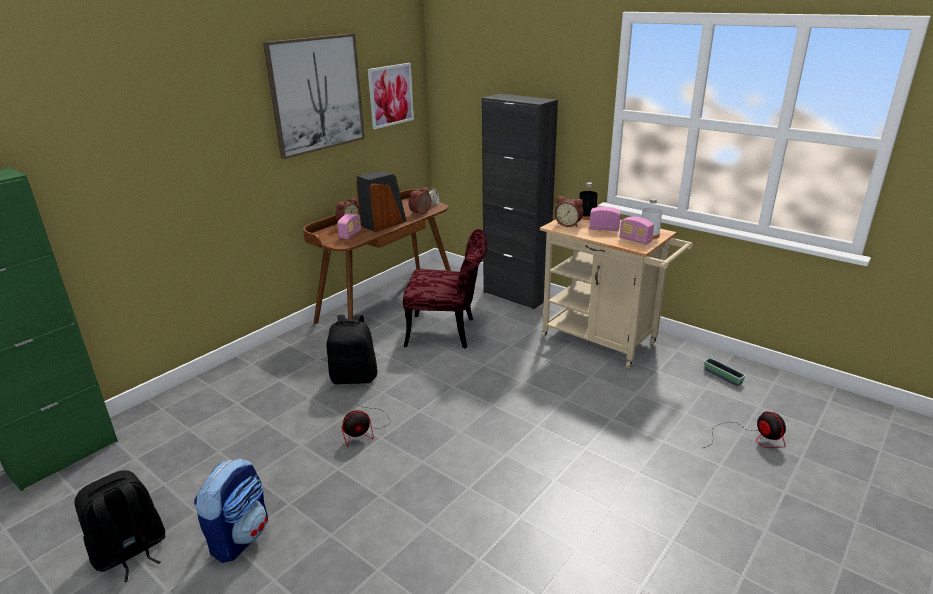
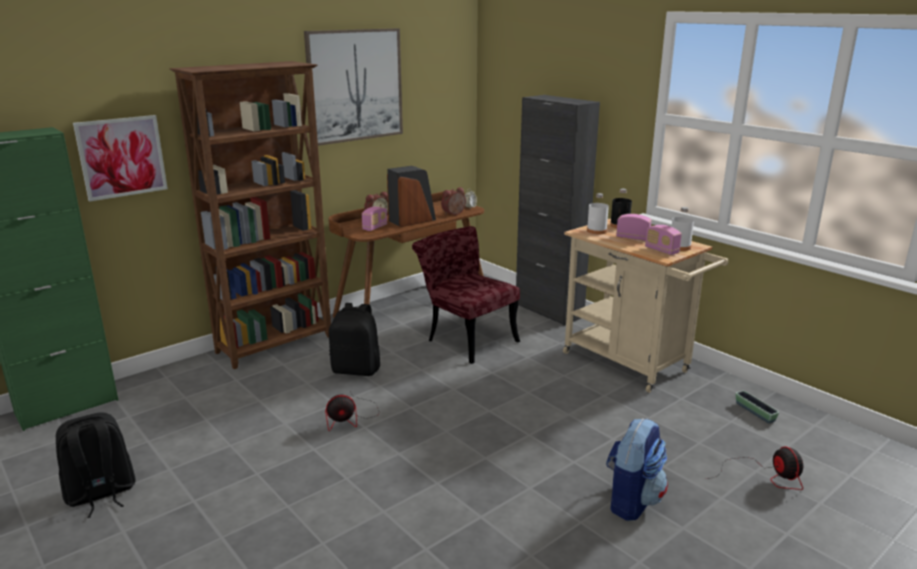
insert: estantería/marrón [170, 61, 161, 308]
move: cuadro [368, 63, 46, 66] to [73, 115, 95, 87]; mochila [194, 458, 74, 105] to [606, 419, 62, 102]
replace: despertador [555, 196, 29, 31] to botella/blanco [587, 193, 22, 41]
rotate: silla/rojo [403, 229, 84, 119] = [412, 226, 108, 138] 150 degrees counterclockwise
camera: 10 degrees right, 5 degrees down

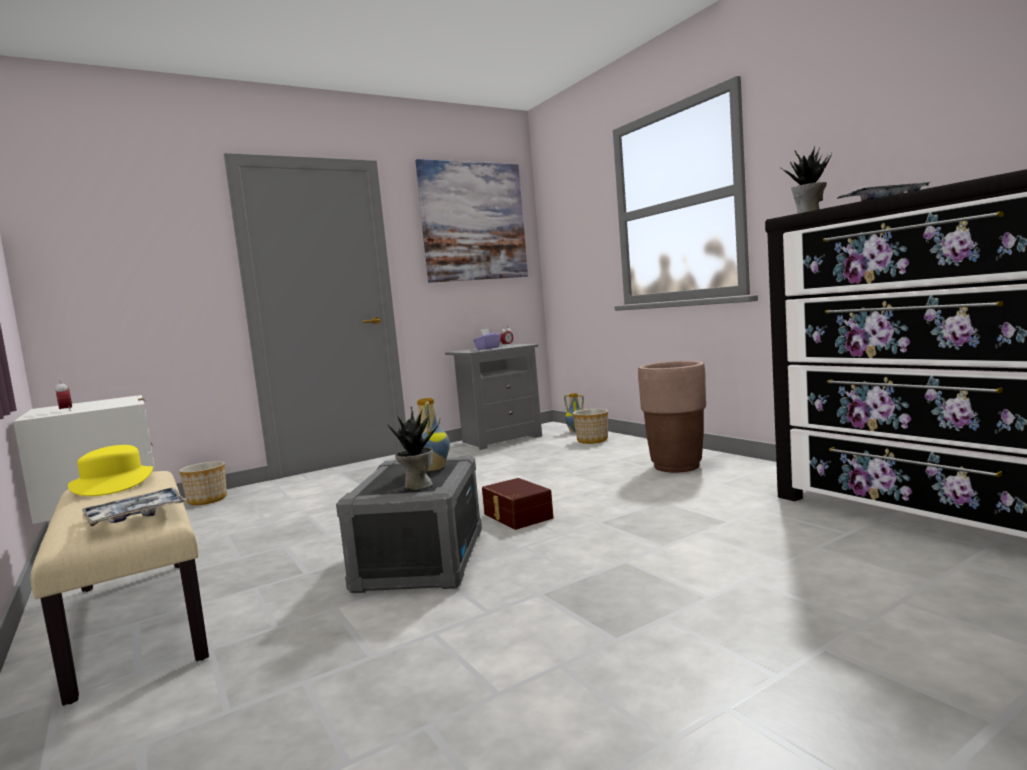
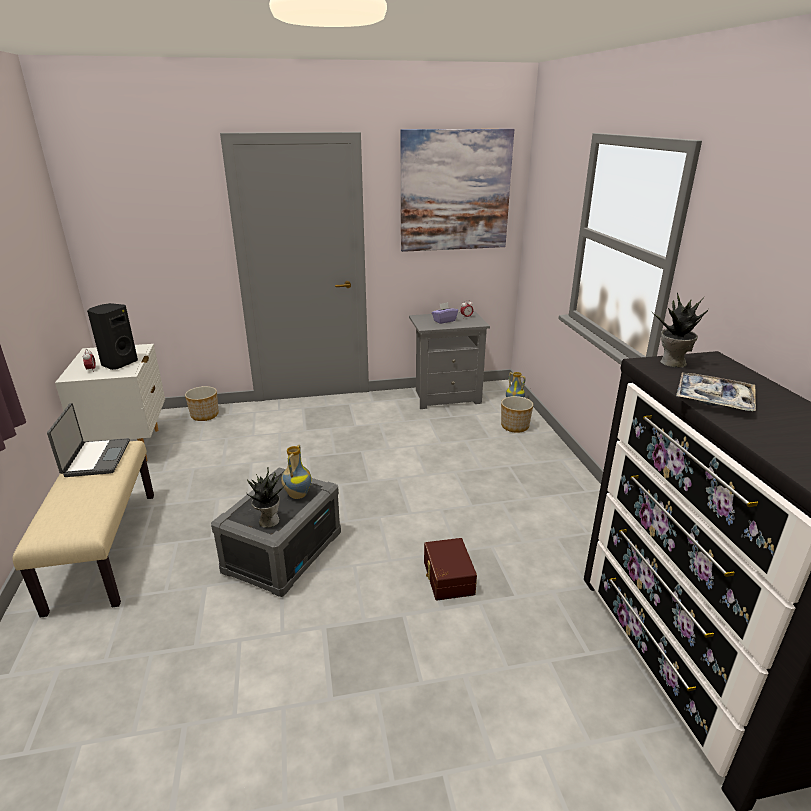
delete: bandeja [82, 488, 104, 38]; maceta/marrón [638, 361, 68, 112]
insert: altavoz/negro [87, 303, 51, 67]
move: caja de almacenaje/marrón [482, 478, 72, 52] to [424, 538, 53, 62]
replace: sombrero/amarillo [68, 445, 85, 51] to portátil [47, 403, 83, 74]
camera: 20 degrees right, 20 degrees up

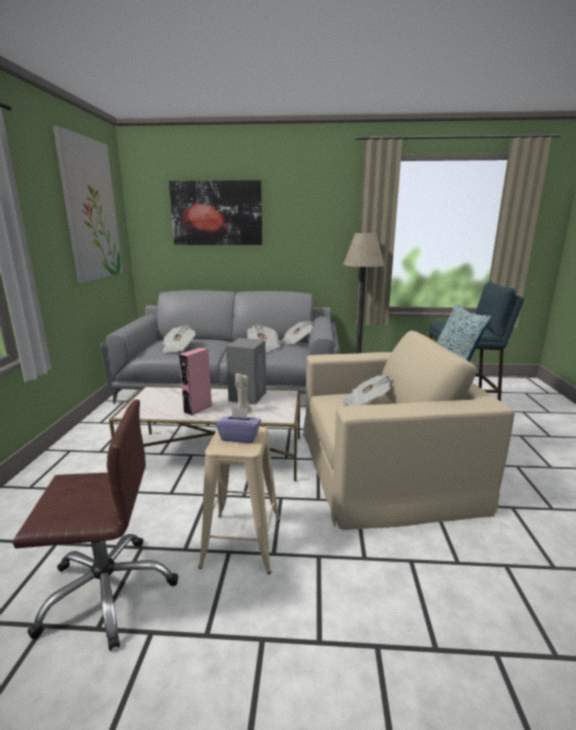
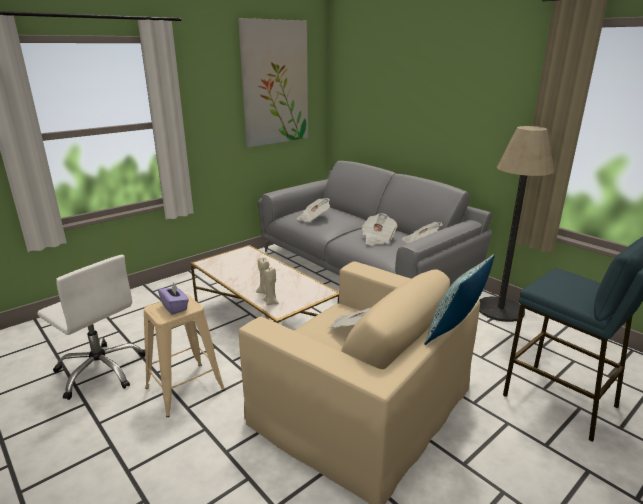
delete: cuadro [169, 180, 93, 65]; altavoz/rosa [179, 348, 33, 67]; altavoz/gris [226, 338, 40, 67]
insert: vela/beis [263, 267, 16, 39]
recolor: silla de oficina/marrón [13, 399, 165, 252] to silla de oficina/blanco [37, 255, 108, 145]
camera: 45 degrees right, 5 degrees up

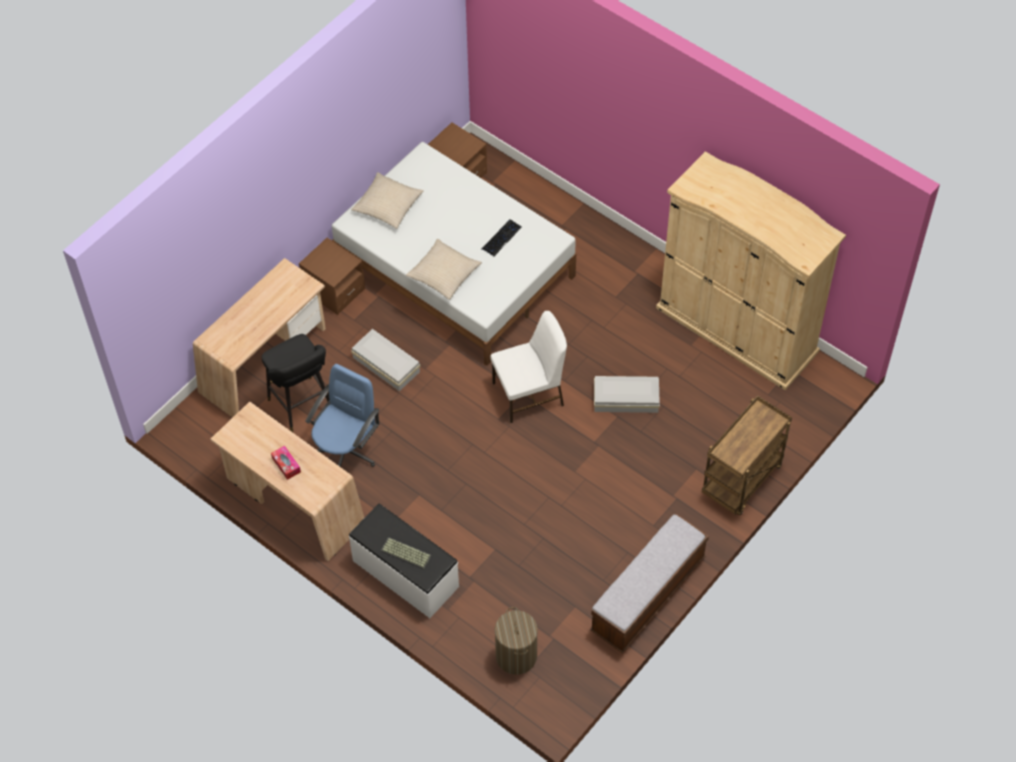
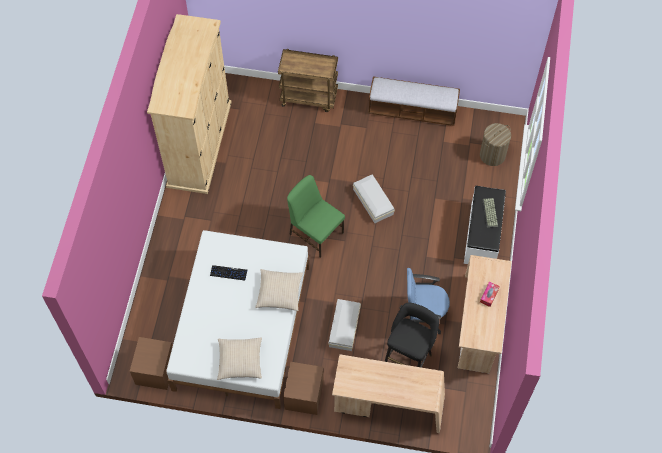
move: caja de almacenaje/blanco [594, 376, 66, 37] to [353, 174, 42, 49]
recolor: silla/blanco [490, 311, 77, 112] to silla/verde [287, 175, 58, 83]
camera: 120 degrees left, 5 degrees up

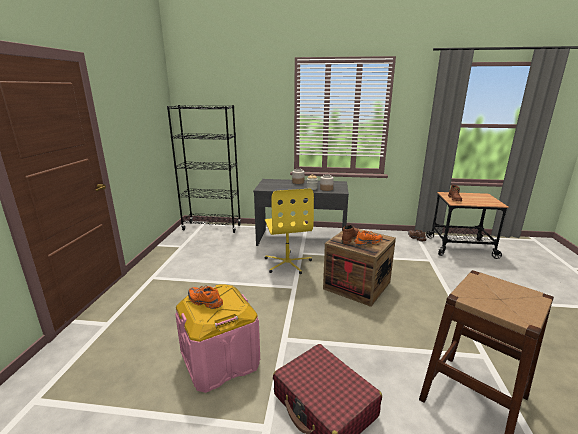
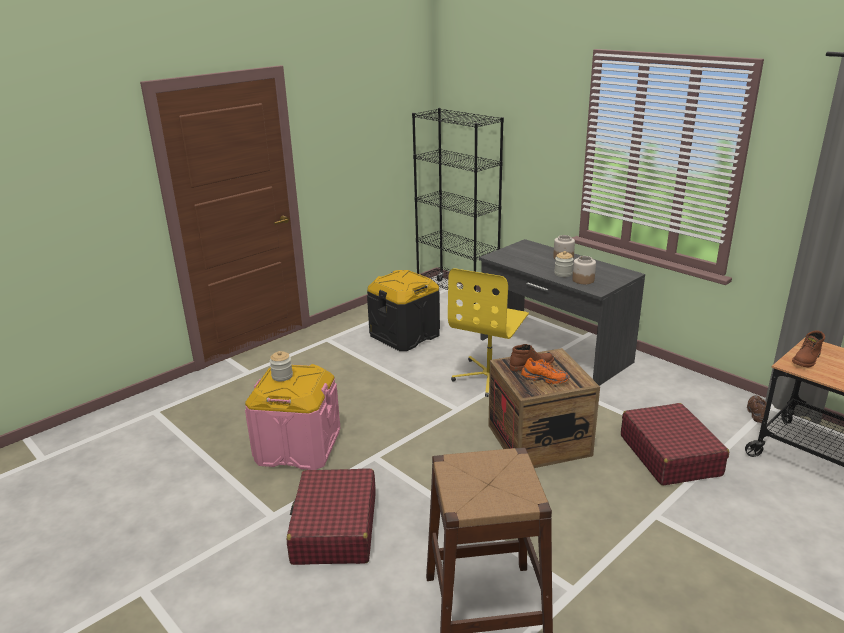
insert: caja de almacenaje/negro [367, 270, 73, 81]; maleta/rojo [621, 403, 108, 83]
replace: zapato/naranja [188, 285, 35, 24] to tarro [269, 351, 24, 30]
camera: 40 degrees right, 5 degrees up

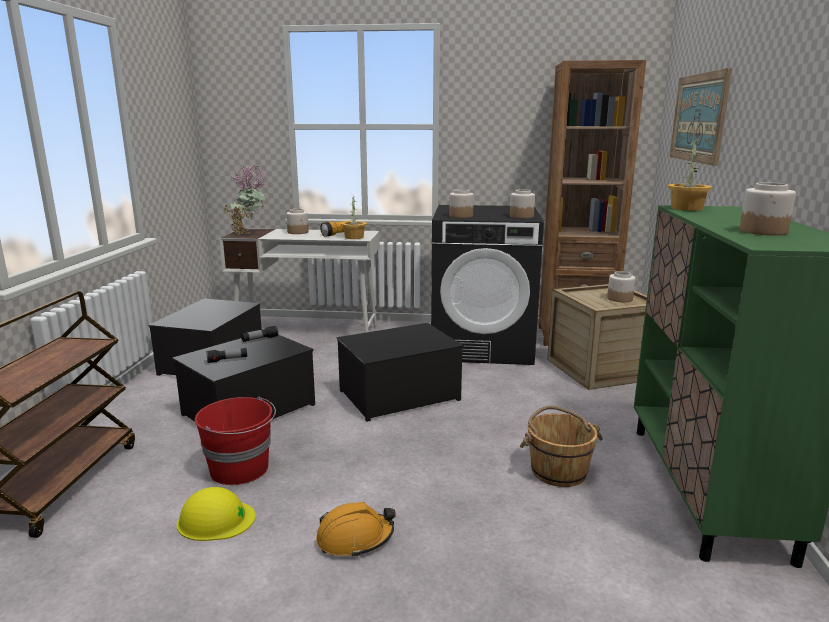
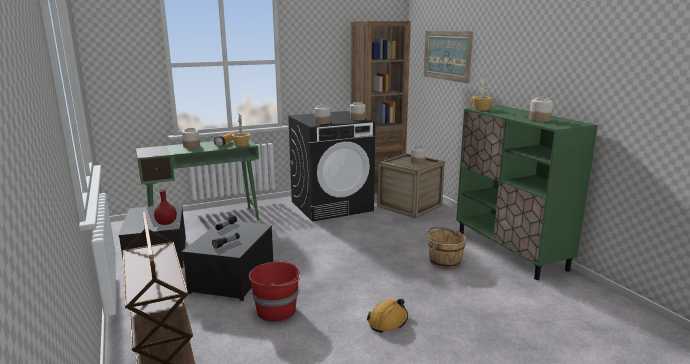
delete: casco/amarillo [177, 487, 79, 54]; planta en maceta [224, 164, 43, 71]; caja de almacenaje [336, 323, 128, 99]
insert: botella/rojo [154, 188, 23, 37]
recolor: escritorio/blanco [219, 228, 161, 105] to escritorio/verde [136, 139, 123, 81]
camera: 30 degrees left, 0 degrees up

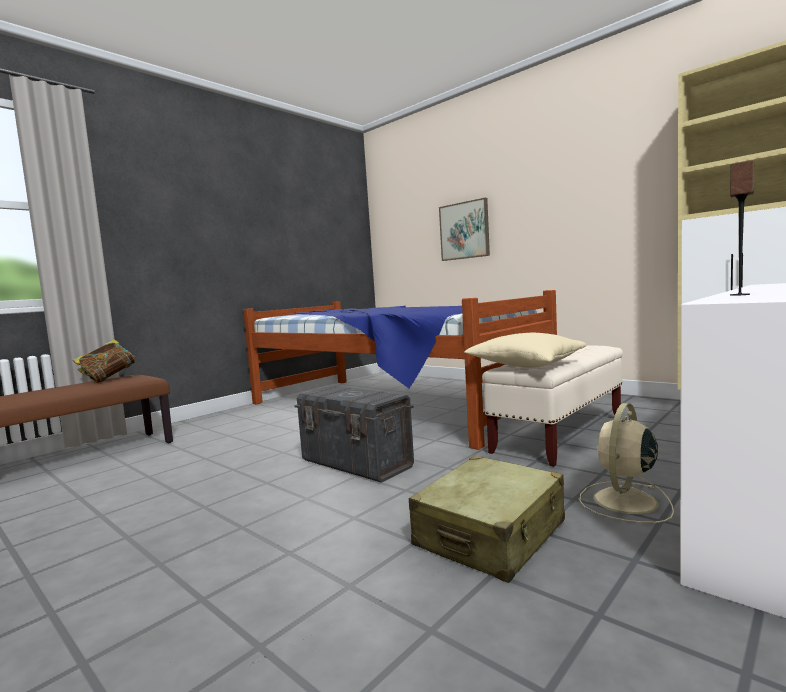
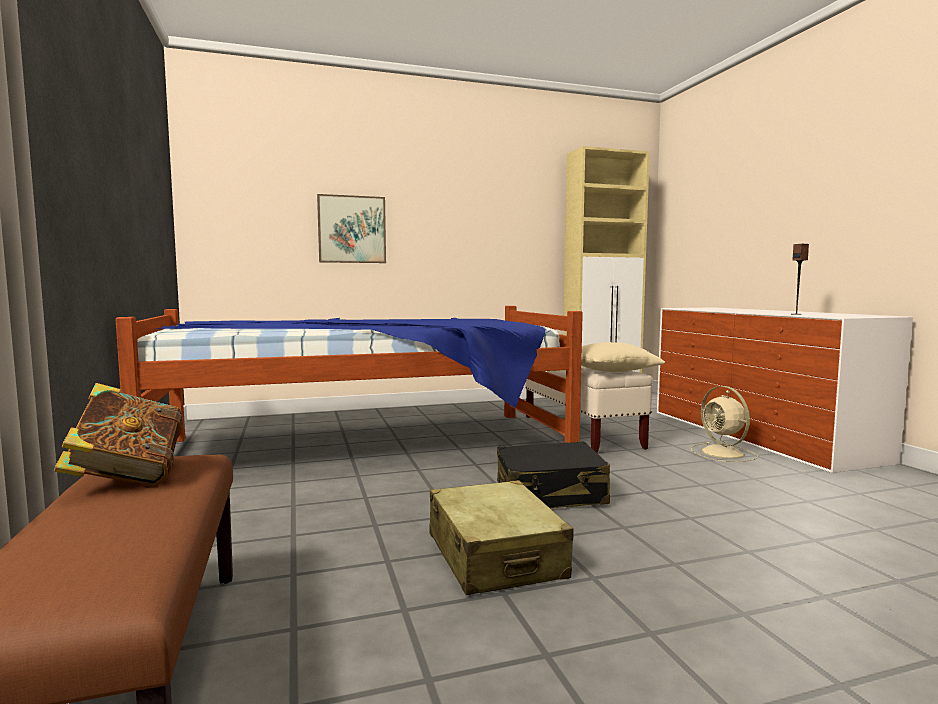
move: maleta/beis [409, 456, 156, 127] to [429, 480, 145, 115]
replace: caja de almacenaje/gris [295, 386, 119, 97] to maleta/negro [497, 441, 113, 67]
camera: 60 degrees left, 0 degrees up

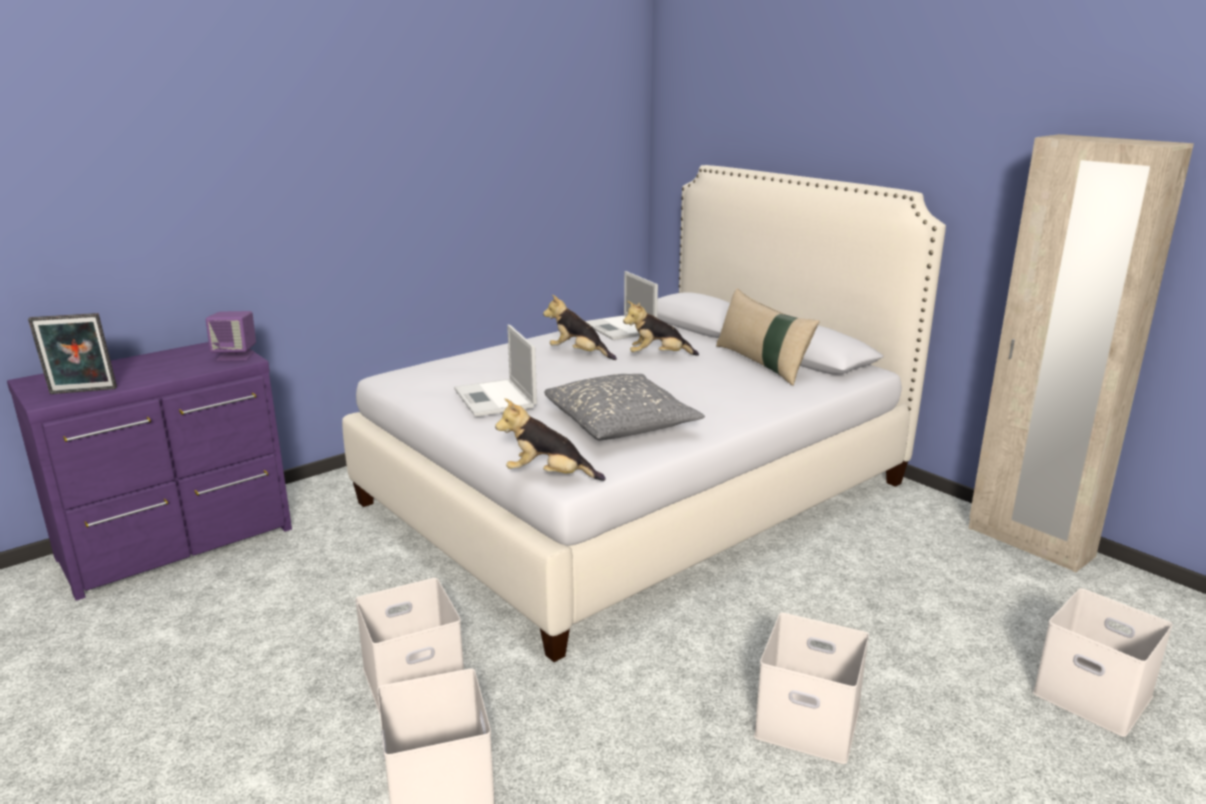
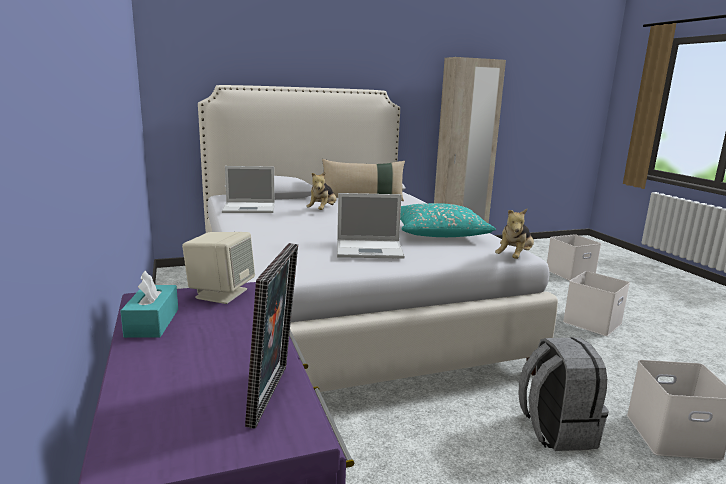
delete: peluche [543, 294, 74, 66]
insert: caja de pañuelos/turquesa [120, 271, 58, 67]
replace: caja de almacenaje/blanco [355, 578, 109, 136] to mochila/gris [518, 337, 91, 114]
recolor: altavoz/morado [206, 311, 50, 50] to altavoz/beis [182, 232, 73, 72]; cojín/gris [544, 374, 161, 66] to cojín/turquesa [400, 203, 96, 34]
camera: 70 degrees left, 5 degrees down

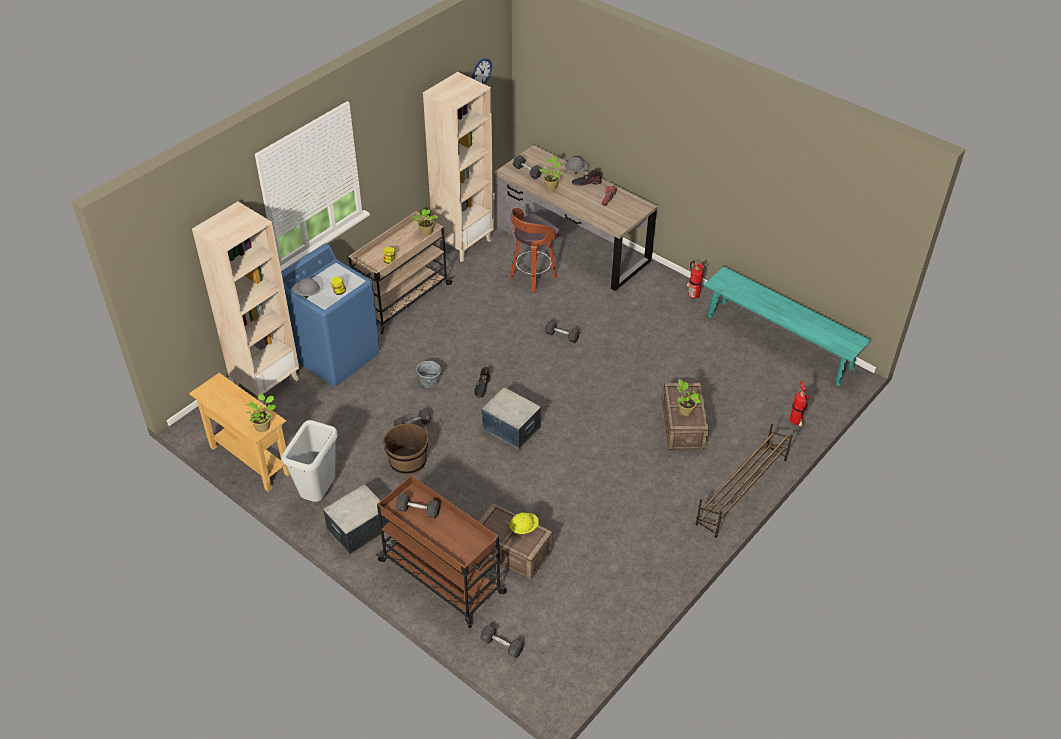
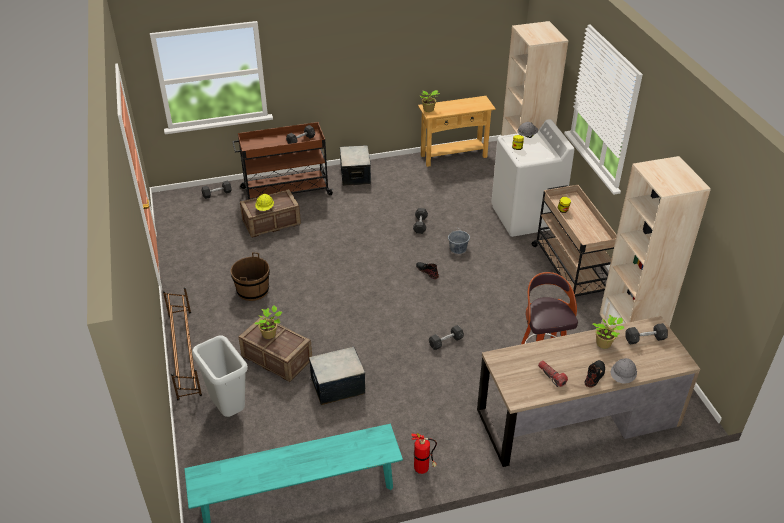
delete: planta en maceta [412, 209, 26, 27]; reloj de pared [472, 58, 20, 26]; extintor [790, 381, 19, 46]
move: papelera/gris [281, 420, 57, 82] to [192, 335, 56, 82]; cubo/marrón [383, 423, 45, 52] to [231, 252, 39, 49]; caja de almacenaje [481, 387, 60, 63] to [309, 347, 56, 58]
recolor: lavadora/azul [281, 244, 99, 142] to lavadora/blanco [491, 119, 84, 118]
camera: 125 degrees right, 5 degrees down

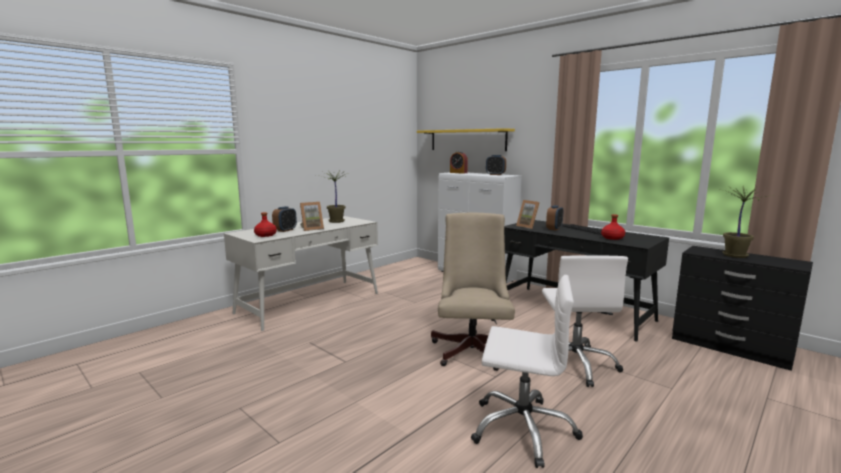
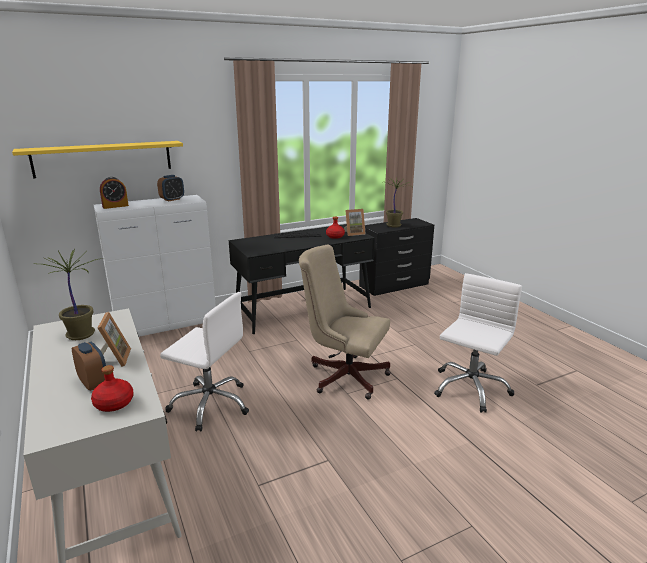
delete: despertador [546, 205, 17, 26]
move: silla de oficina/blanco [542, 255, 86, 132] to [160, 292, 89, 140]; portarretratos [516, 200, 24, 29] to [344, 209, 22, 27]
camera: 70 degrees left, 10 degrees up

